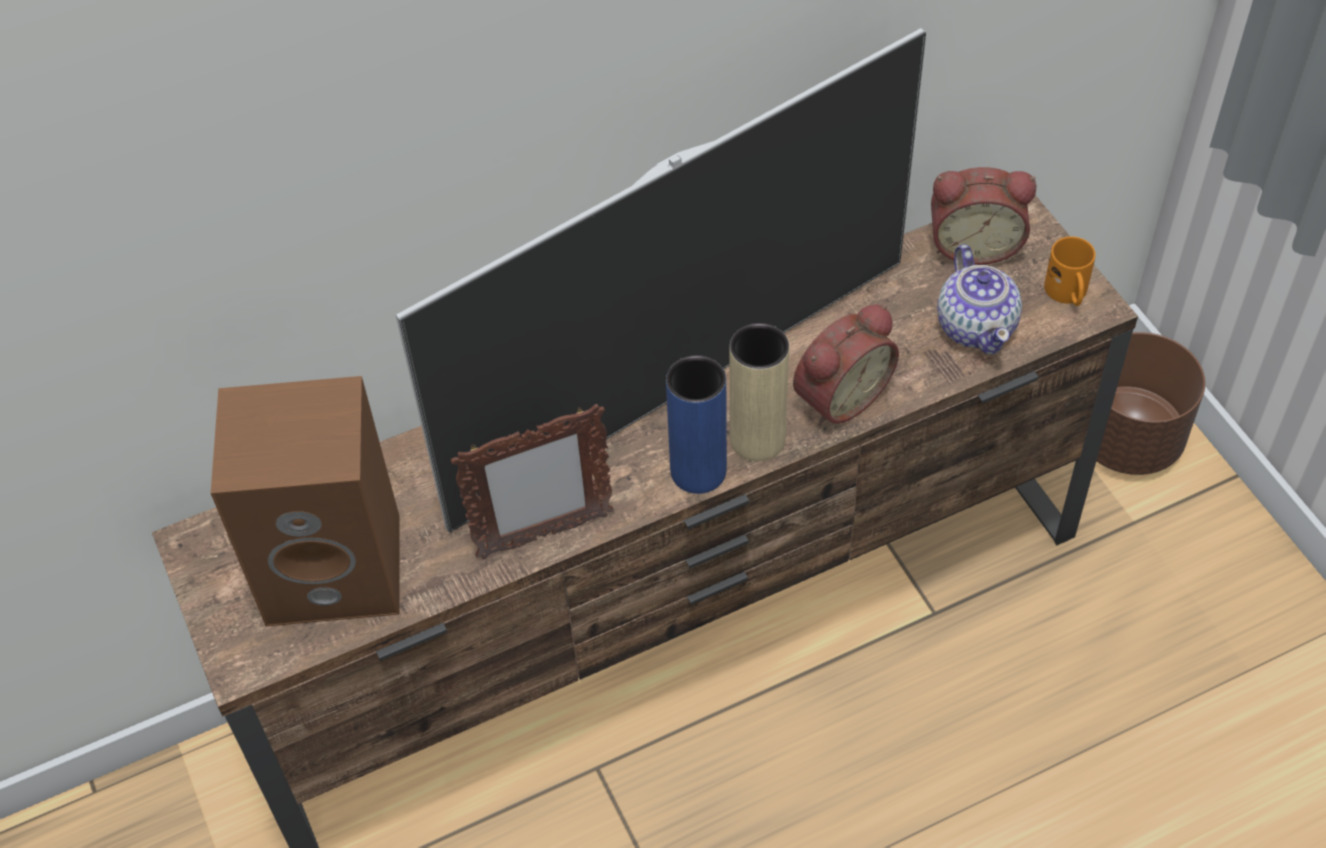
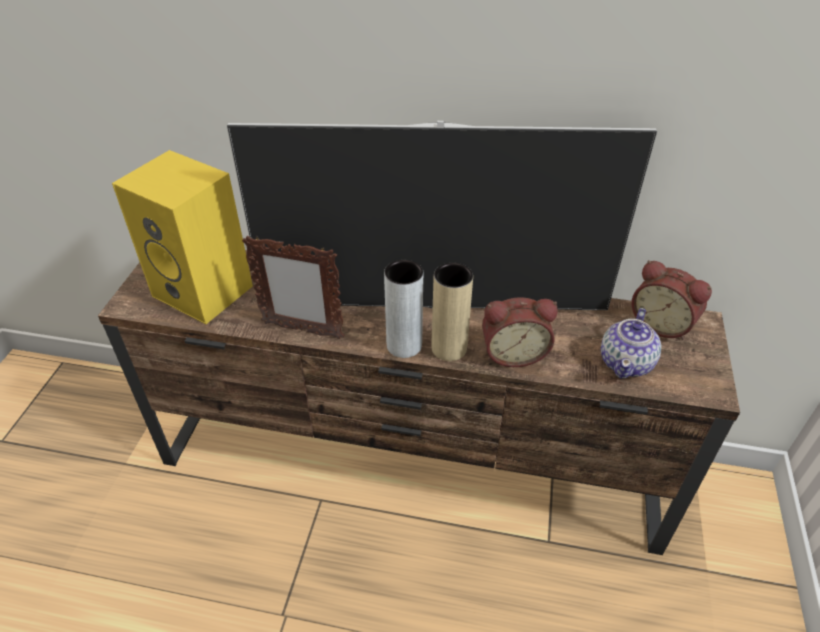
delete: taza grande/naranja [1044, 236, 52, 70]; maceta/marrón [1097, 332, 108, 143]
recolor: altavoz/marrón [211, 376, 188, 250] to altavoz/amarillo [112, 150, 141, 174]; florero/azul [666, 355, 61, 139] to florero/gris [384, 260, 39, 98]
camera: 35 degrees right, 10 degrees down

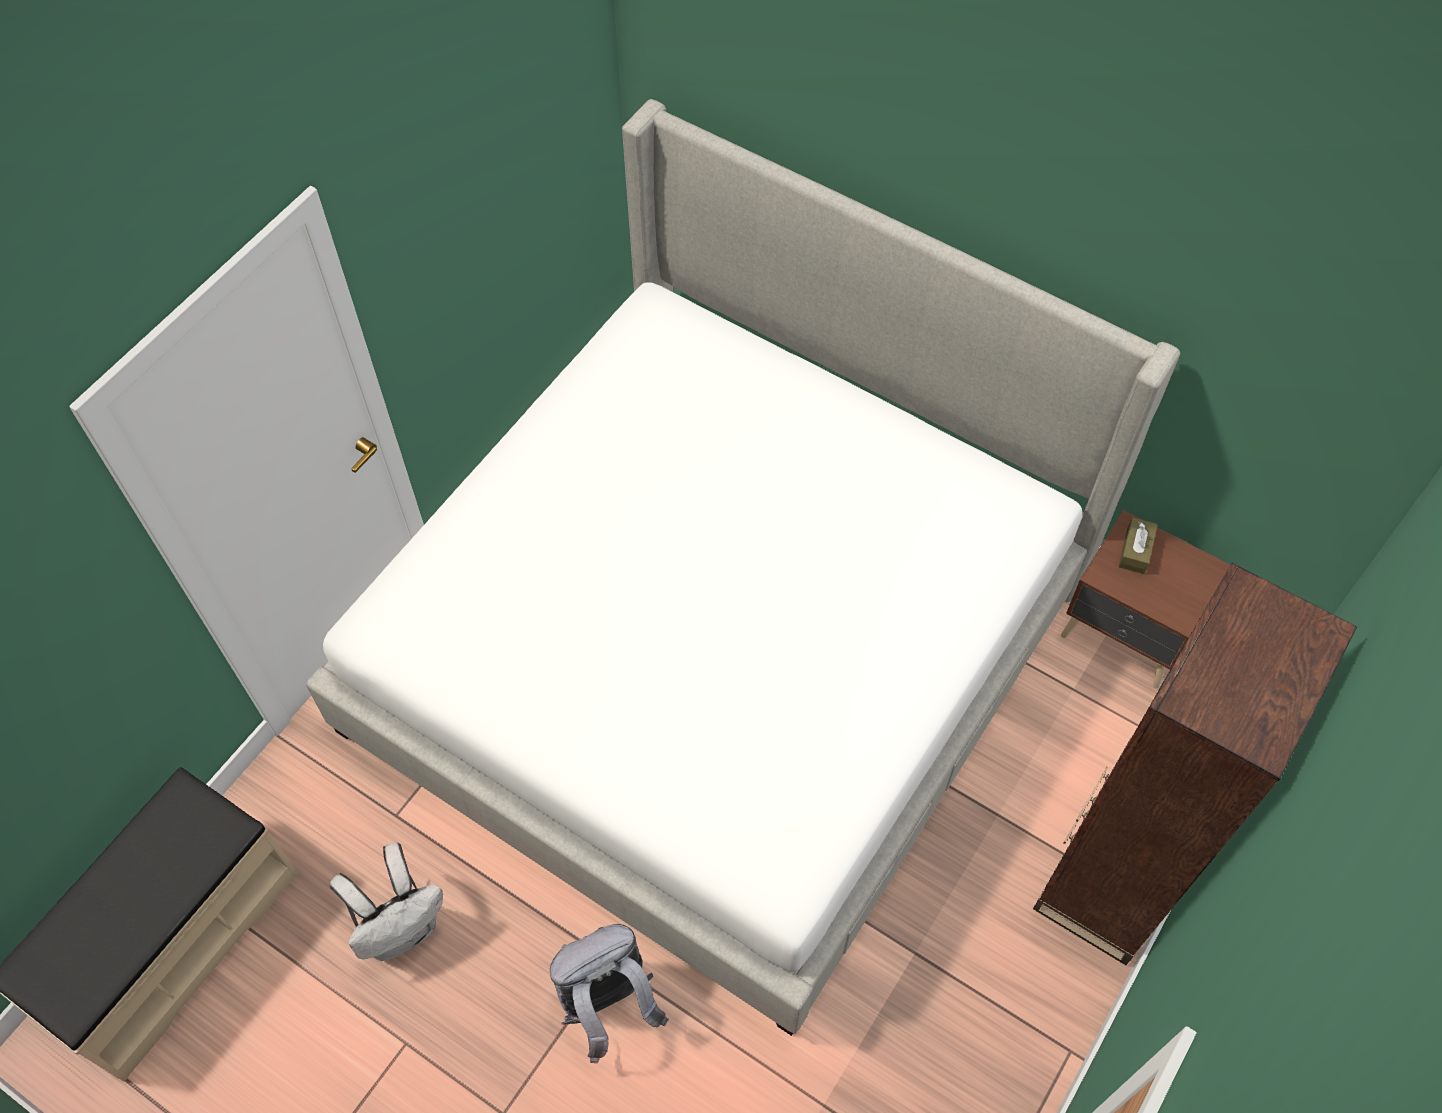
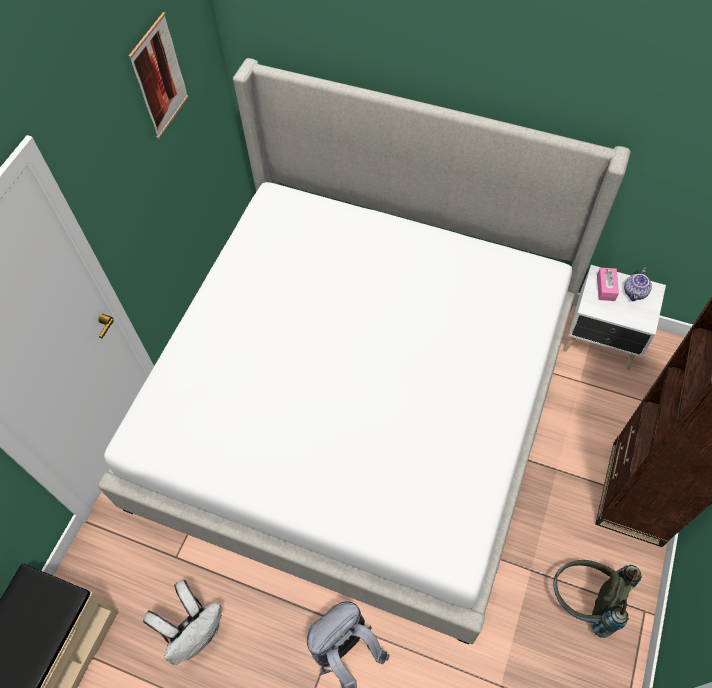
insert: cuadro [129, 12, 59, 127]; mochila/gris [553, 560, 89, 78]; tetera [624, 267, 28, 34]
recolor: mesita de noche/marrón [1061, 510, 169, 179] to mesita de noche/blanco [563, 265, 103, 105]; caja de pañuelos/marrón [1118, 517, 40, 57] to caja de pañuelos/rosa [597, 268, 22, 33]
camera: 10 degrees left, 0 degrees up

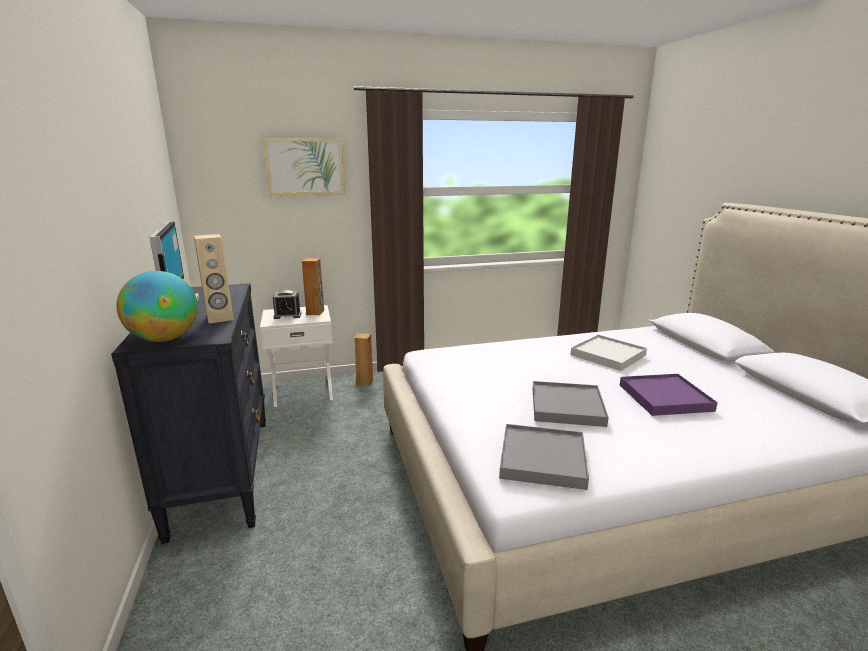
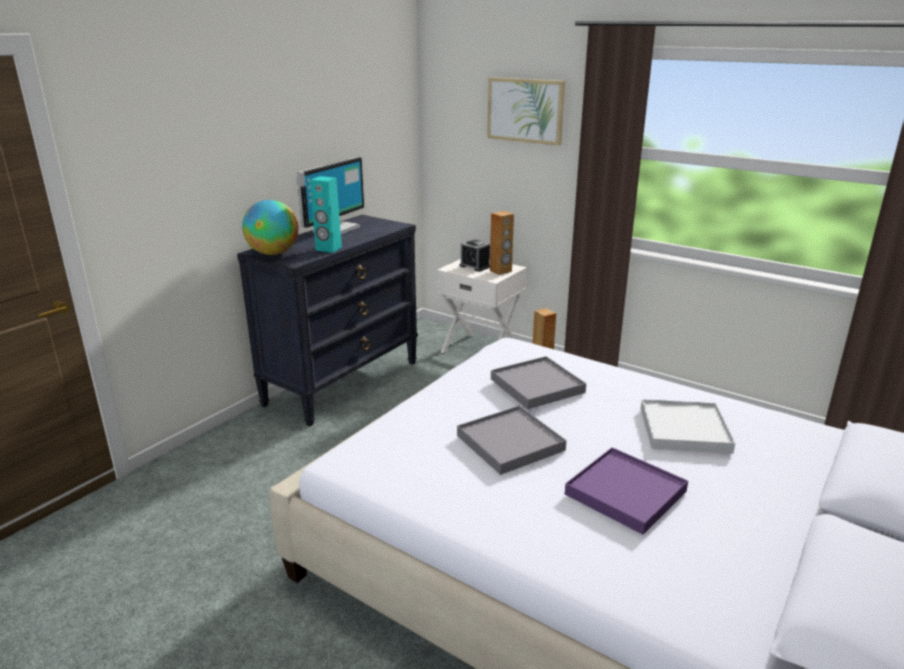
move: bandeja/gris [499, 424, 90, 66] to [491, 356, 95, 53]
recolor: altavoz/beis [194, 234, 40, 90] to altavoz/turquesa [310, 176, 32, 77]
camera: 50 degrees right, 5 degrees up

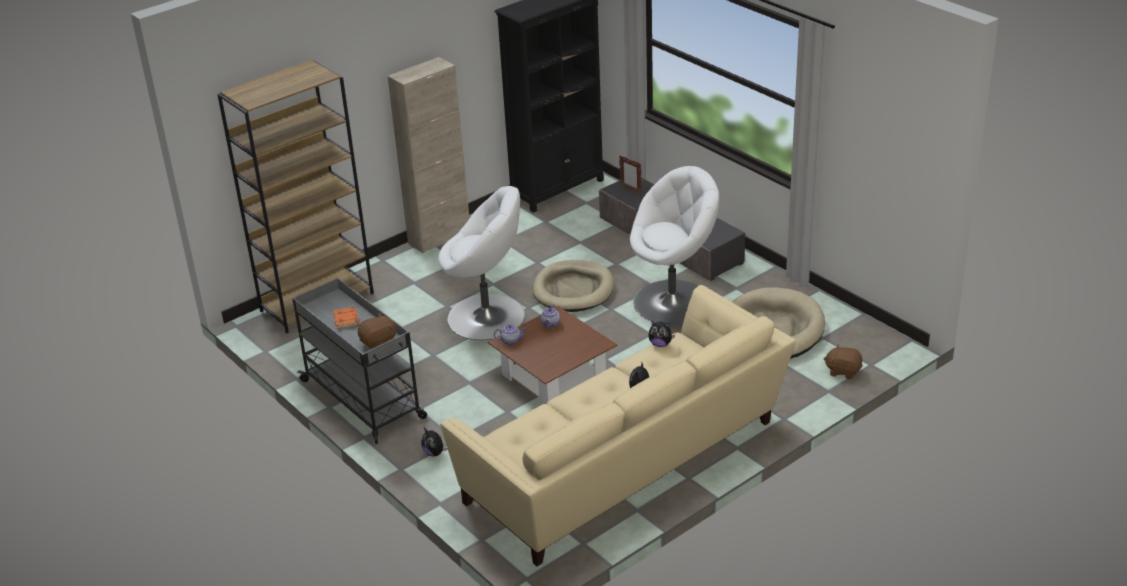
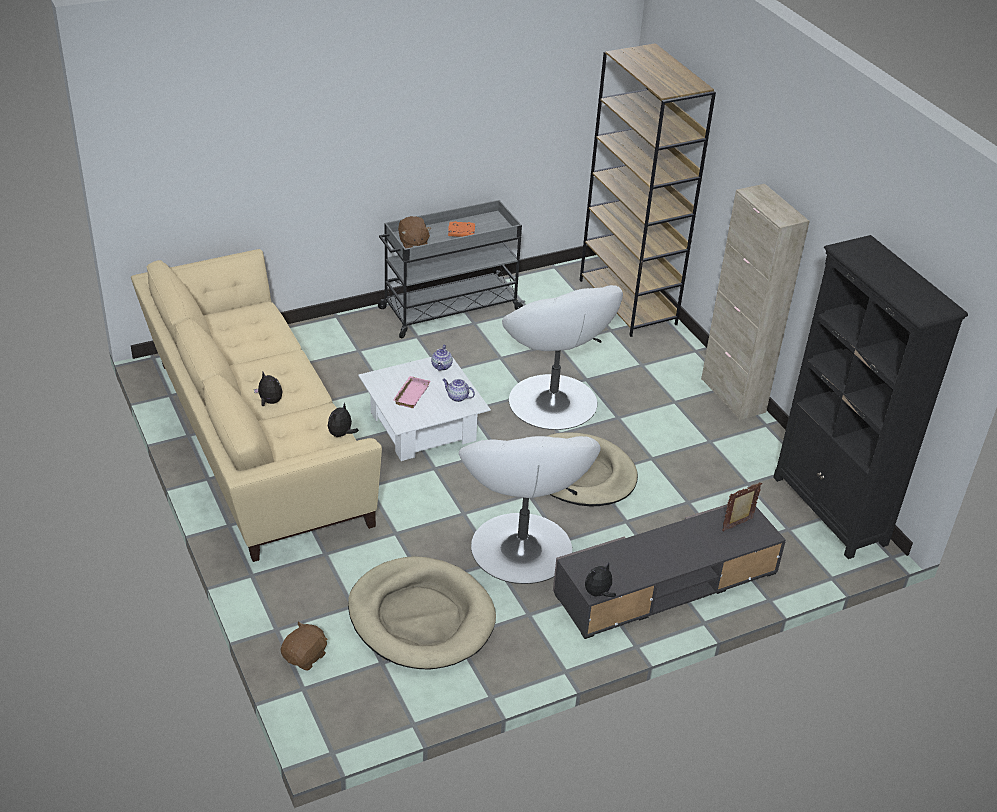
insert: bandeja/rosa [393, 376, 37, 32]
move: peluche [421, 428, 26, 28] to [585, 563, 31, 34]
recolor: mesa de centro/marrón [488, 306, 129, 98] to mesa de centro/blanco [358, 357, 133, 104]
rotate: sillón/blanco [438, 186, 87, 154] = [502, 285, 121, 145] 45 degrees counterclockwise
camera: 100 degrees right, 5 degrees up

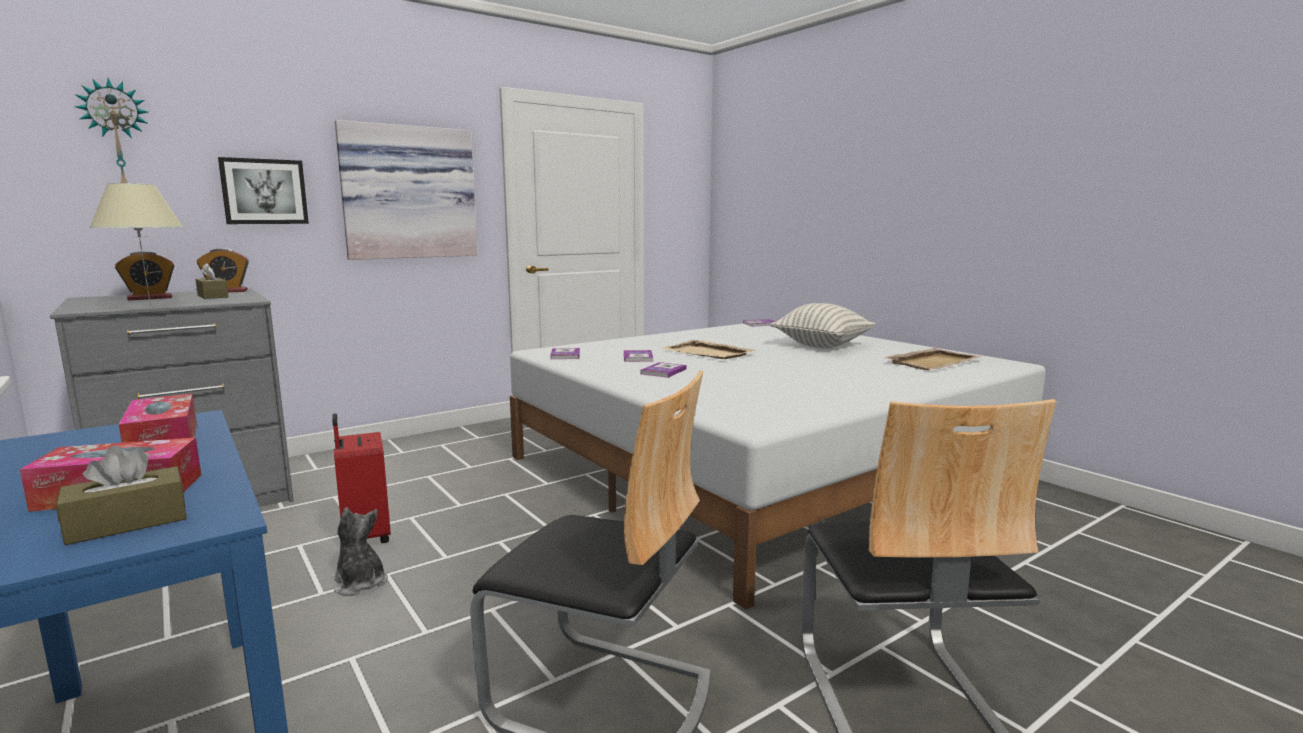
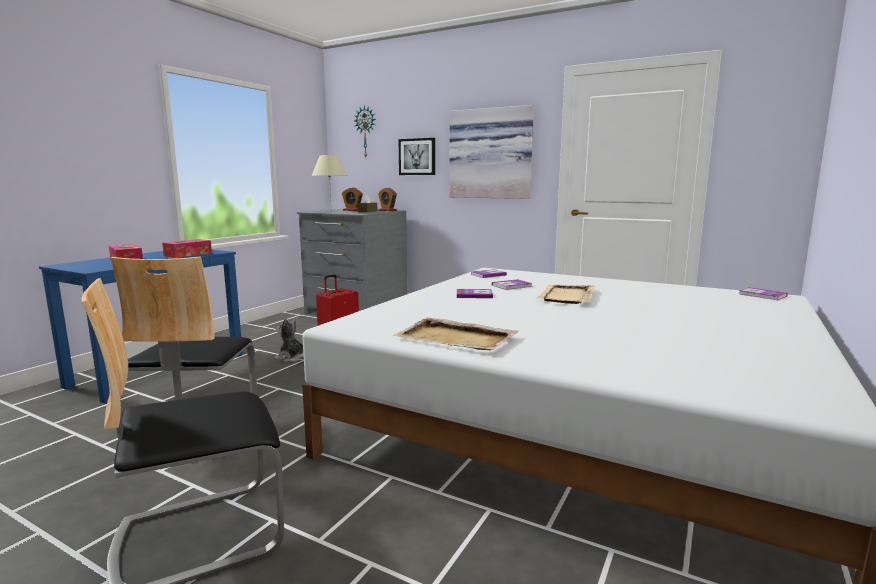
delete: caja de pañuelos/marrón [56, 445, 131, 100]; cojín [770, 303, 106, 45]
move: bandeja/beis [884, 348, 98, 22] to [393, 318, 125, 32]
rotate: peluche [332, 508, 56, 88] = [275, 318, 29, 44] 90 degrees counterclockwise
camera: 65 degrees right, 0 degrees up

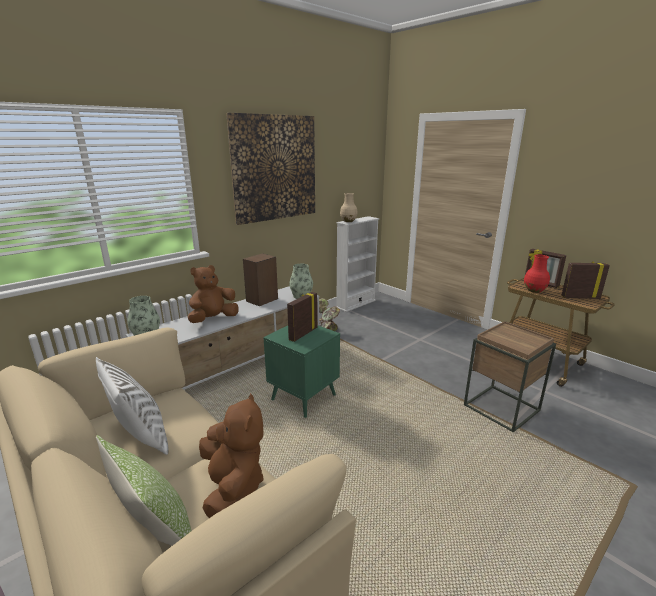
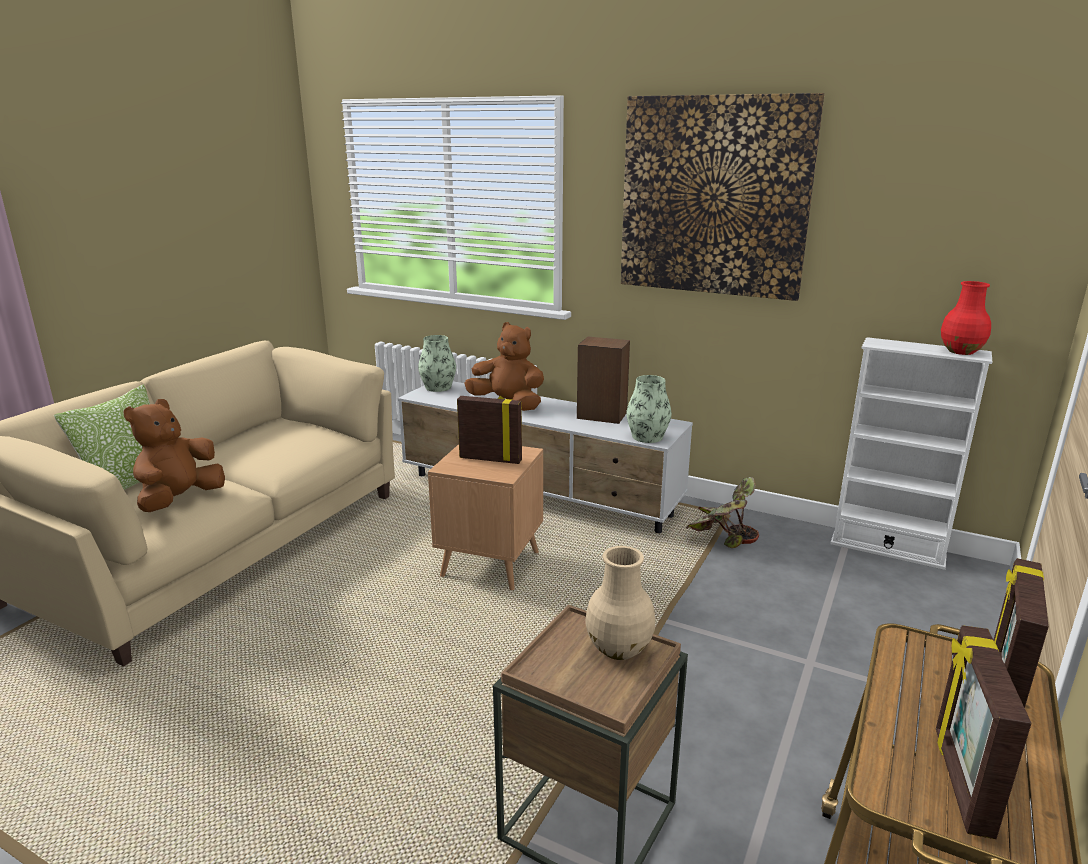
delete: cojín/blanco [96, 357, 72, 98]
move: florero/beis [340, 193, 18, 29] to [585, 546, 70, 114]; florero/rojo [524, 254, 26, 39] to [941, 281, 50, 74]
recolor: mesa auxiliar/verde [263, 325, 77, 93] to mesa auxiliar/marrón [428, 444, 115, 146]
rotate: peluche/marrón [199, 393, 65, 125] = [123, 399, 102, 113] 150 degrees clockwise; portarretratos [561, 262, 49, 37] = [936, 625, 95, 214] 150 degrees counterclockwise
camera: 70 degrees right, 0 degrees up

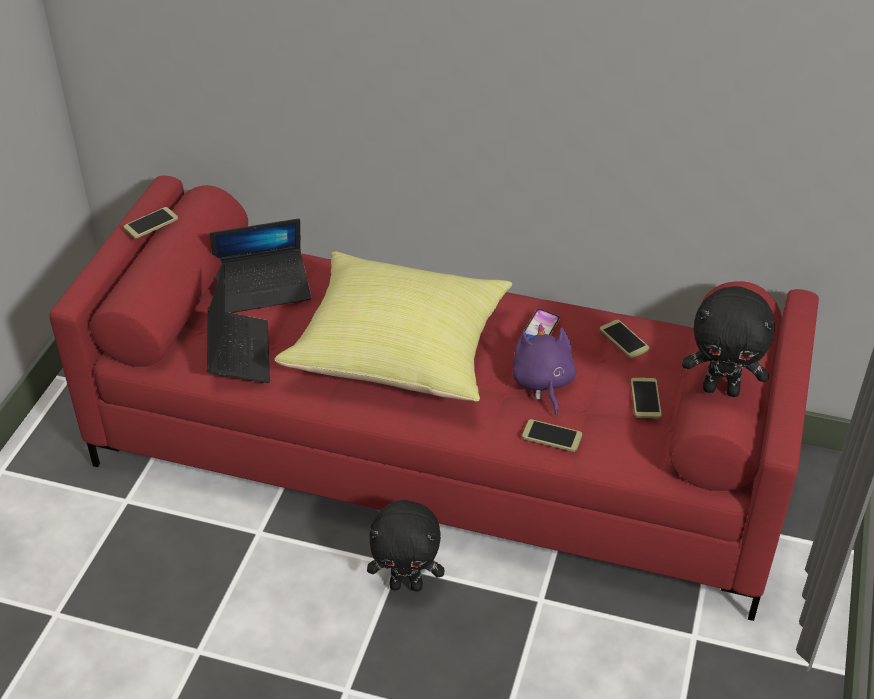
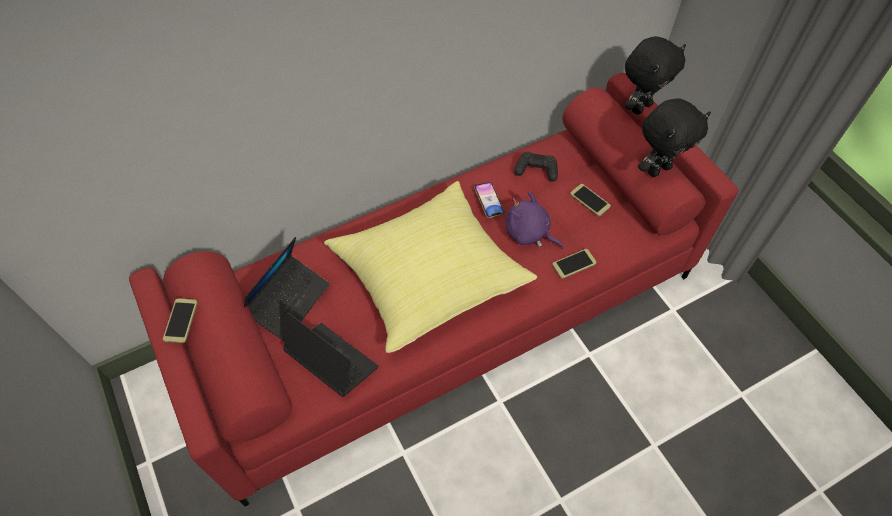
move: peluche/negro [367, 500, 77, 92] to [624, 36, 62, 79]
replace: móvil [600, 320, 49, 38] to mando de consola/negro [514, 152, 44, 30]
camera: 45 degrees left, 15 degrees up

